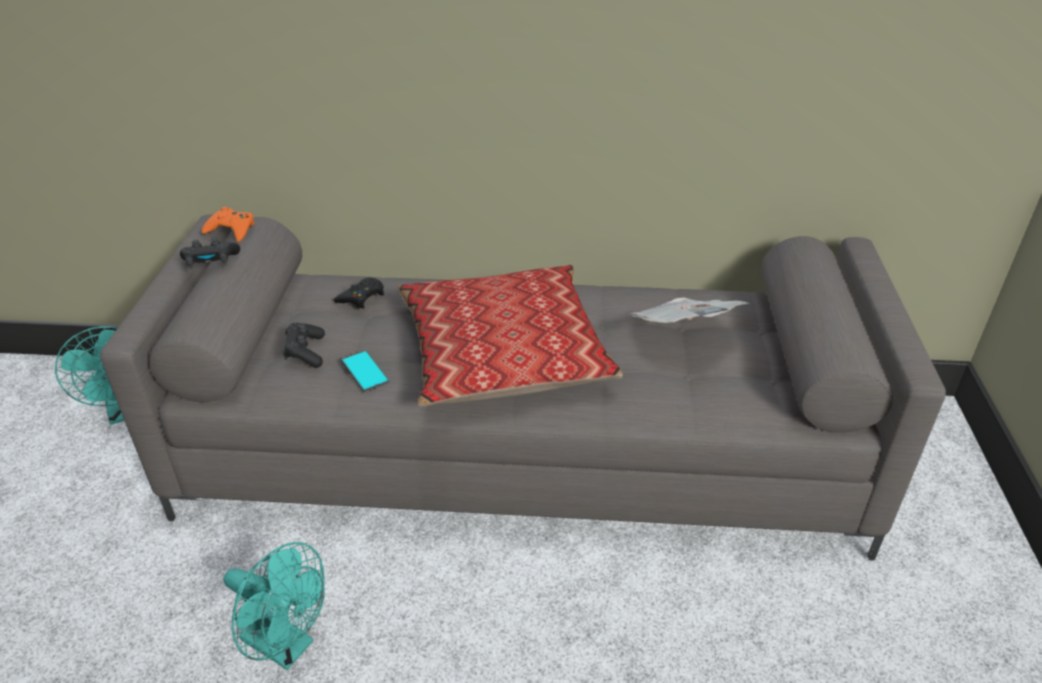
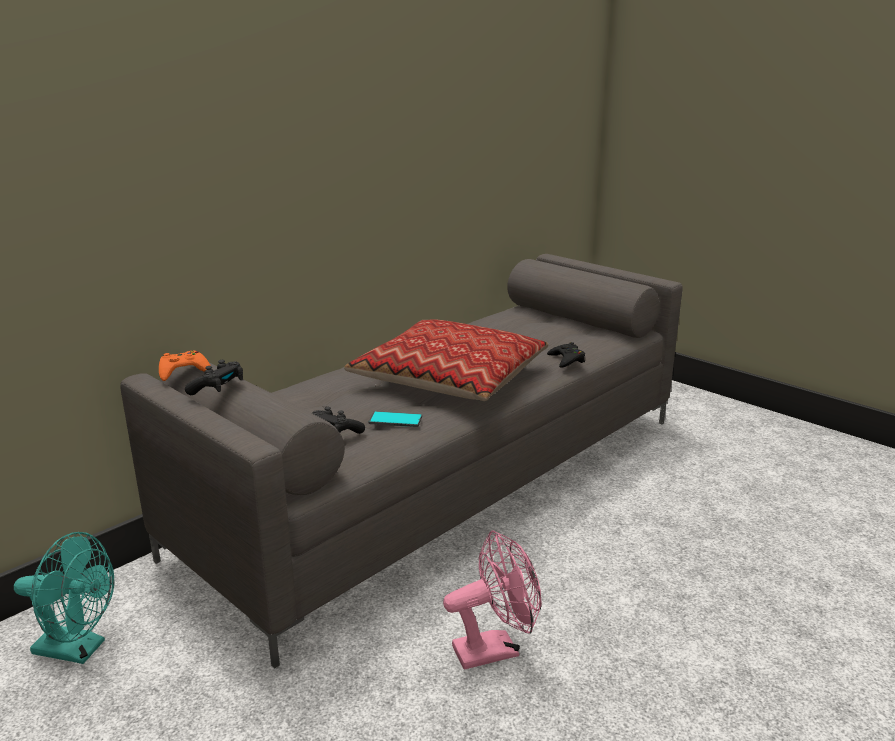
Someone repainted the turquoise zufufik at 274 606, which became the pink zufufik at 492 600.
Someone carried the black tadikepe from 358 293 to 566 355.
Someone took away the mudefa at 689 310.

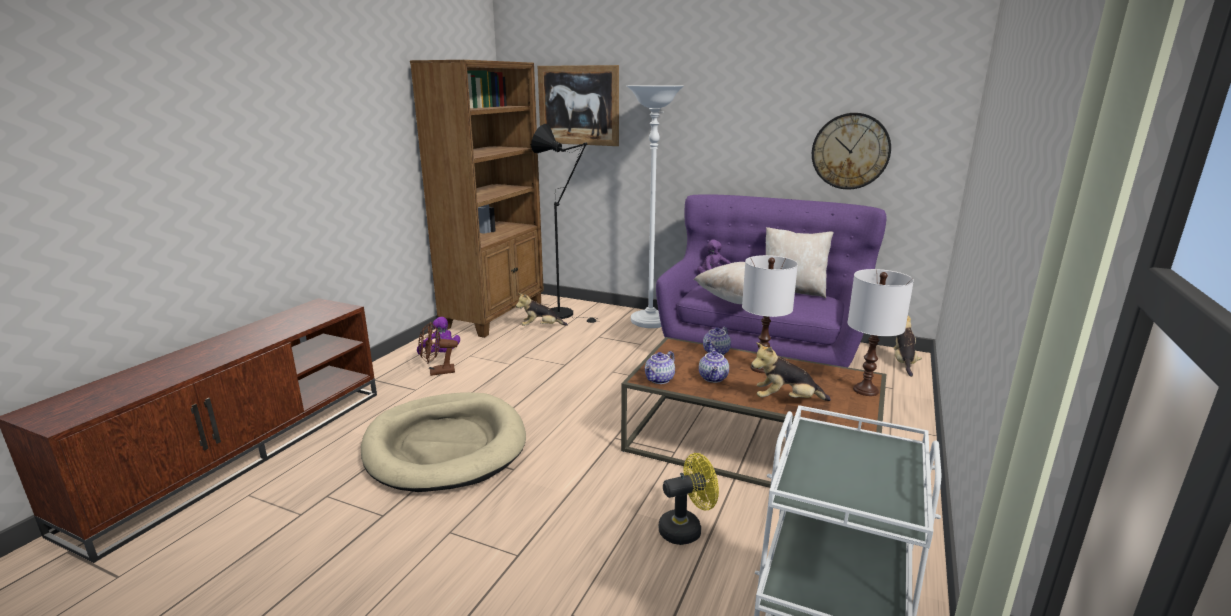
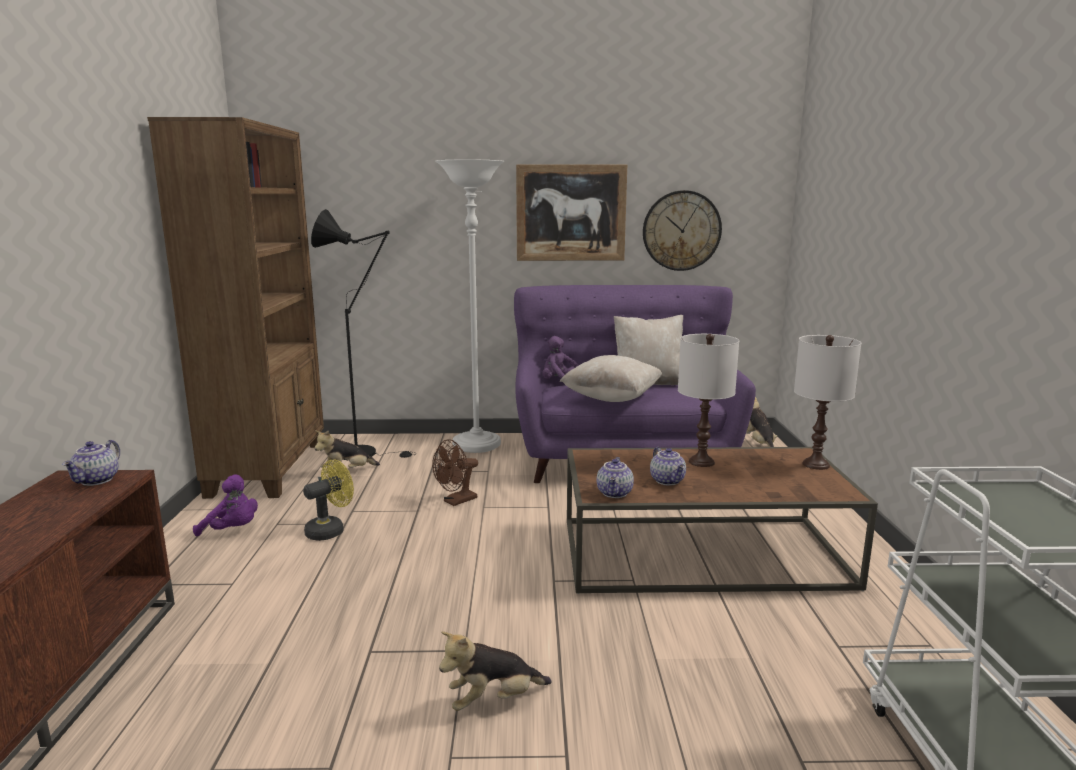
Someone took away the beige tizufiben at 443 442.
Someone carried the brown zufufik from 438 349 to 455 472.
Someone carried the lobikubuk from 578 105 to 571 213.
Someone carried the yellow zufufik from 689 499 to 328 500.
Someone carried the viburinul from 717 341 to 91 463.
Someone carried the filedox from 791 371 to 495 671.

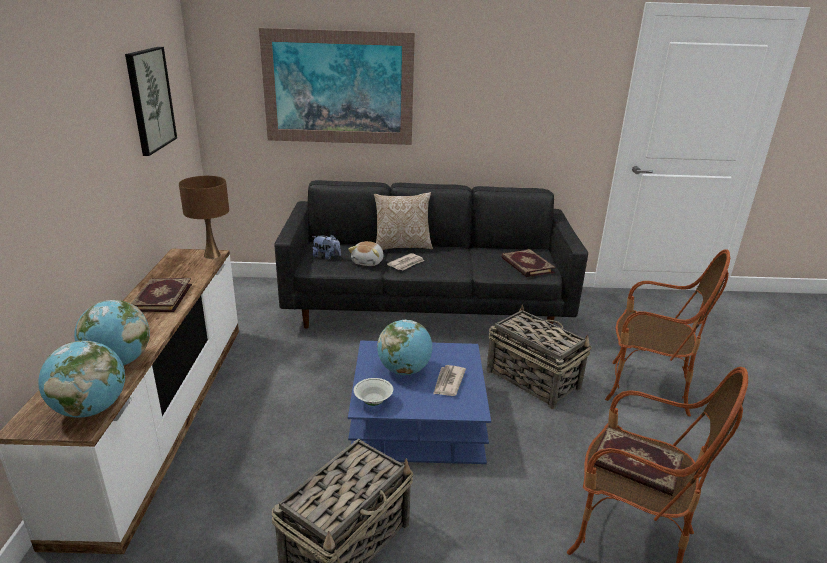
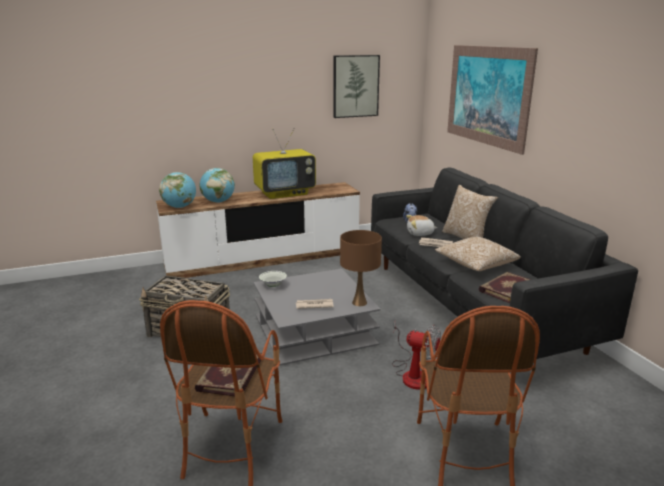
Someone swapped the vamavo at 161 295 for the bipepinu at 284 163.
Someone carried the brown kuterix from 204 217 to 361 268.
Someone repainted the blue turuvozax at 419 402, which became the grey turuvozax at 317 317.
Someone took away the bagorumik at 404 347.
Someone swapped the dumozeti at 539 356 for the zufufik at 416 355.
Someone put down the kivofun at 478 254.

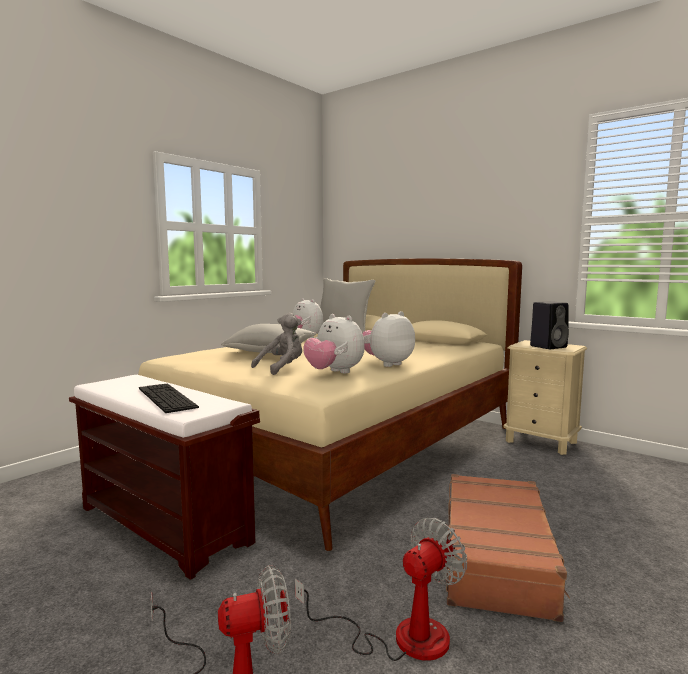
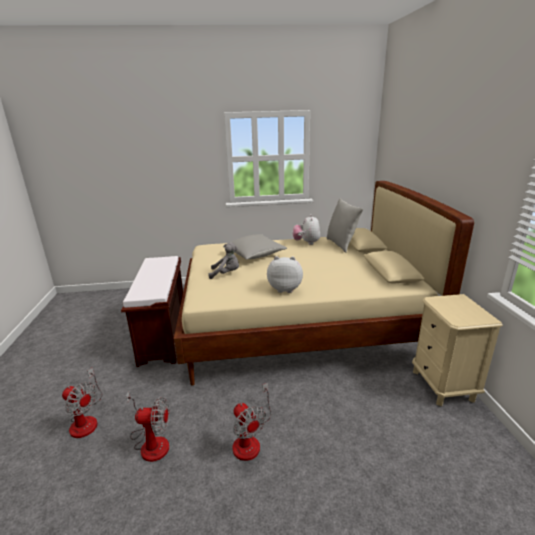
Someone took away the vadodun at 169 398.
Someone took away the filedox at 334 343.
Someone swapped the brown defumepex at 508 548 for the zufufik at 252 421.
Someone took away the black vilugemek at 549 325.

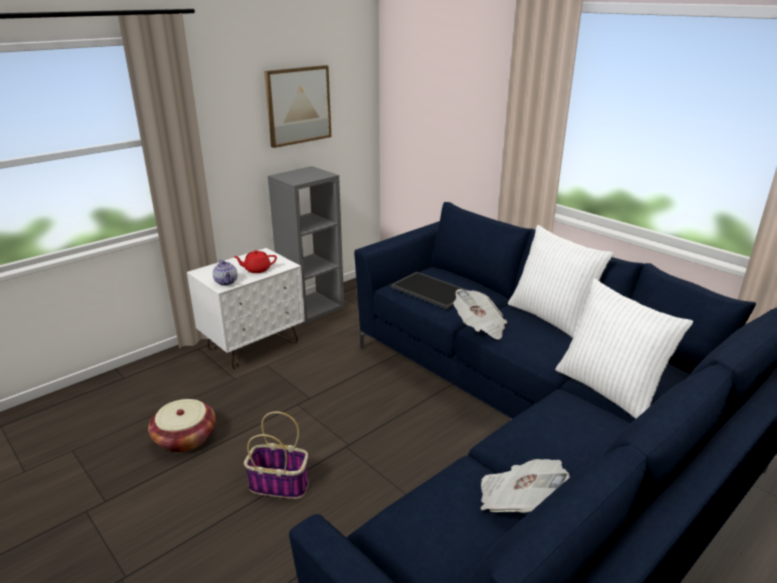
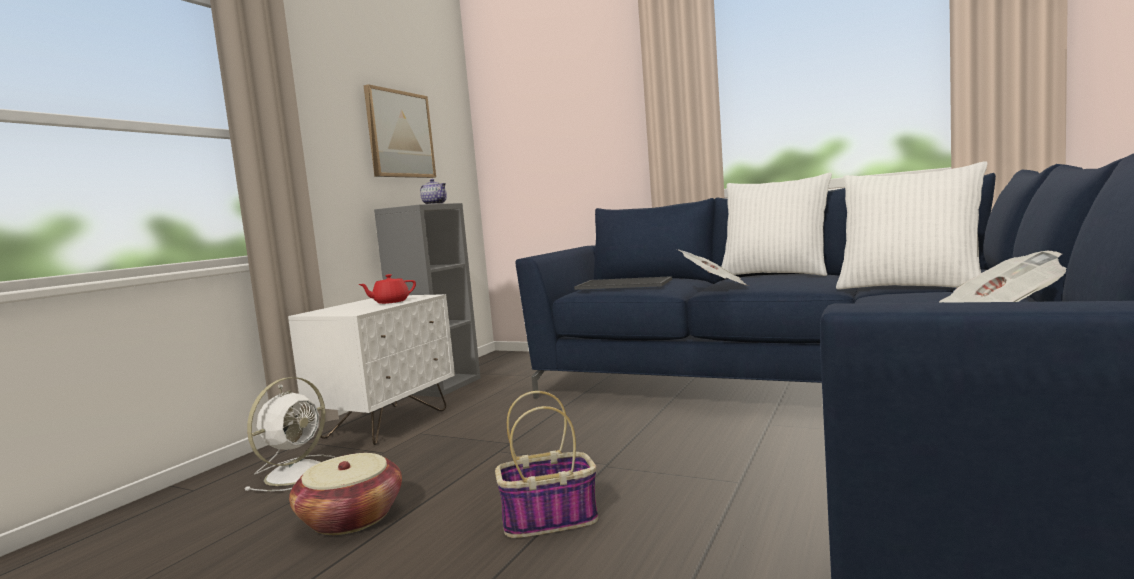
Someone carried the viburinul from 225 272 to 433 191.
Someone put down the white zufufik at 290 434.

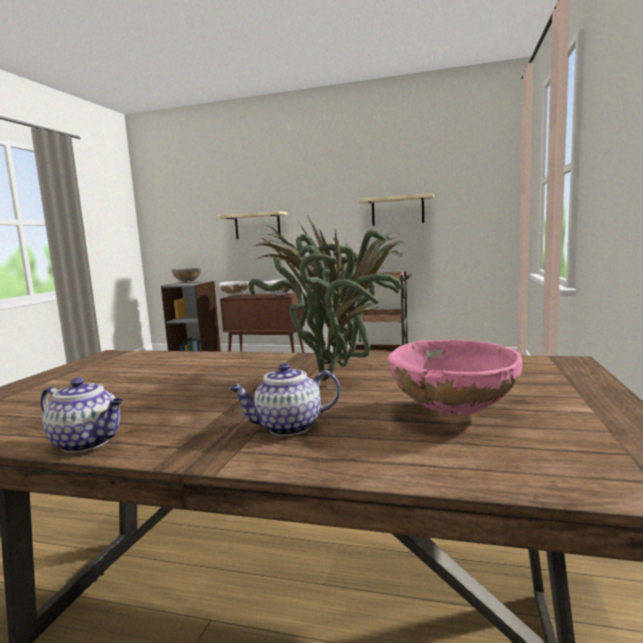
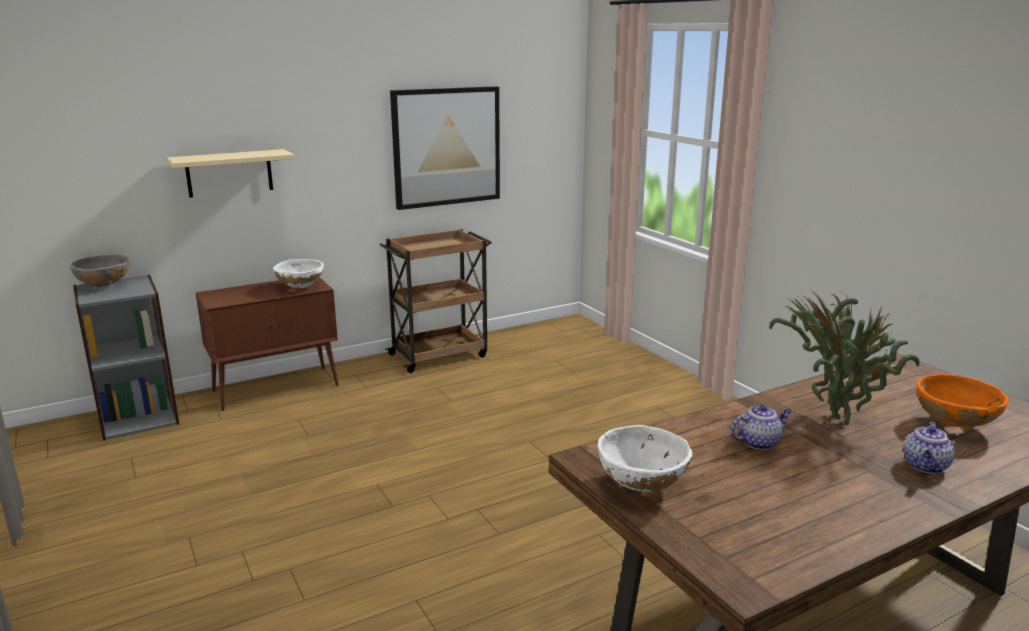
Someone carried the viburinul from 82 415 to 761 427.
Someone carried the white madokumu from 234 289 to 645 458.
Someone swapped the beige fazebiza at 396 209 for the lobikubuk at 445 148.
Someone repainted the pink madokumu at 455 377, which became the orange madokumu at 962 400.

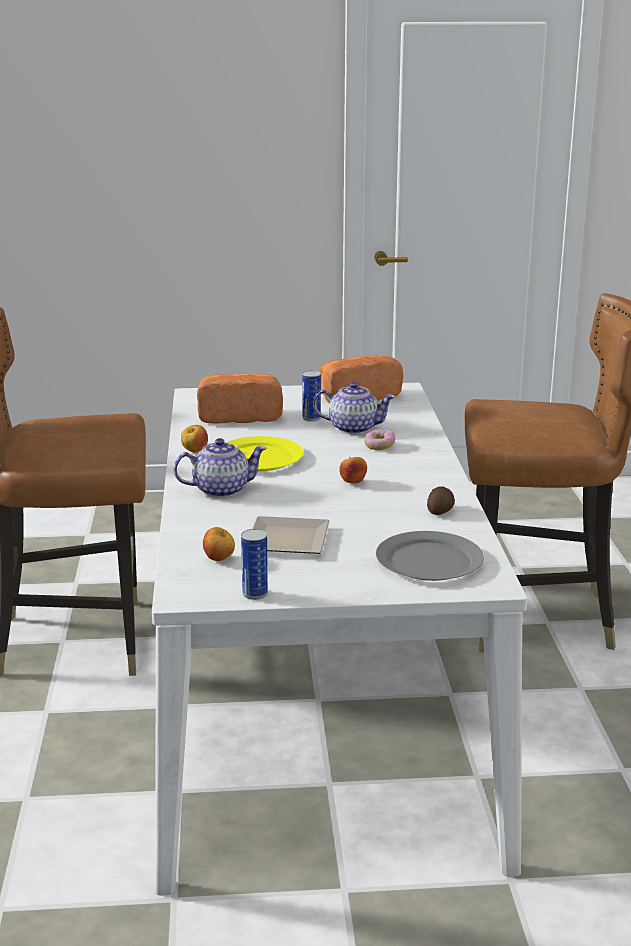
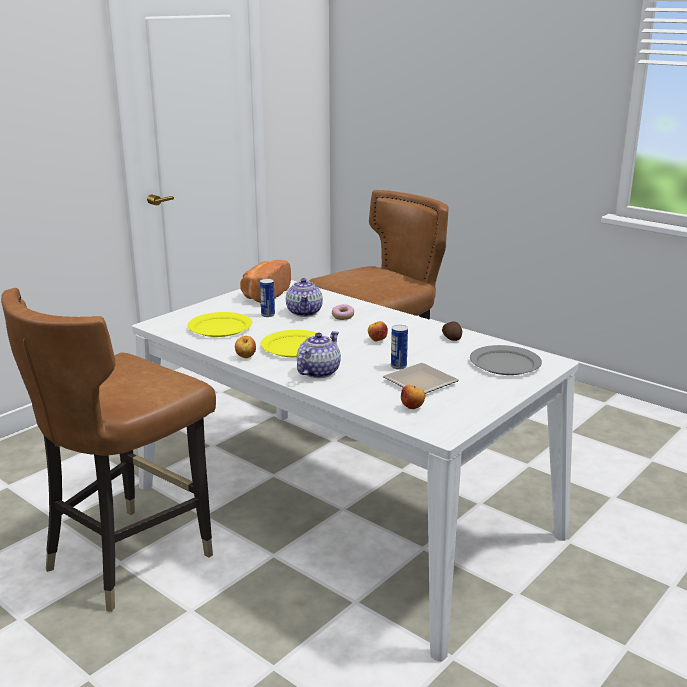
Someone swapped the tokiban at 240 399 for the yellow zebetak at 220 324.
Someone carried the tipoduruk from 254 564 to 399 347.
Someone rotated the viburinul at 354 408 by 120 degrees clockwise.

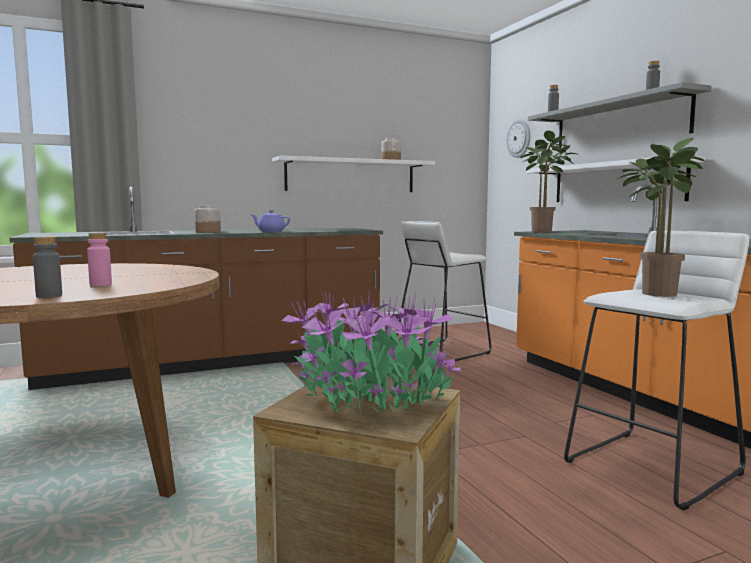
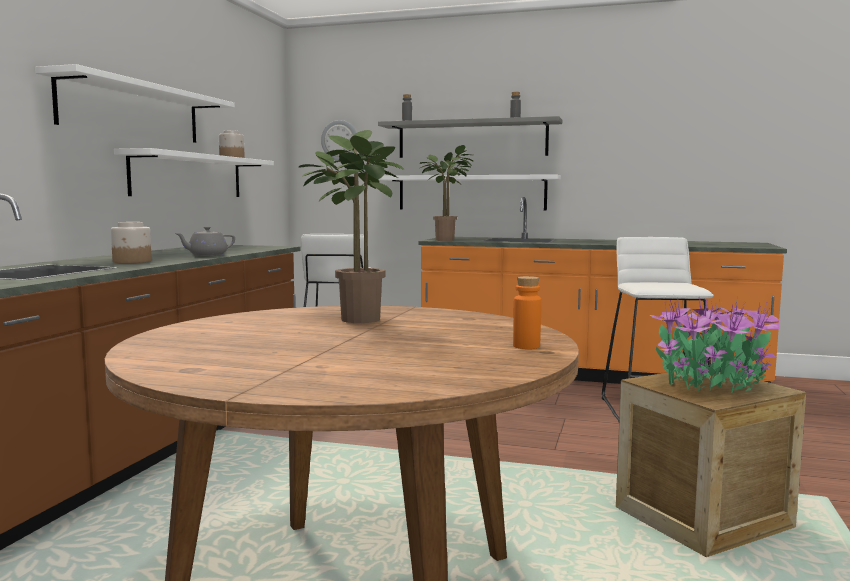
Someone repainted the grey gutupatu at 47 267, which became the orange gutupatu at 527 312.
Someone took away the pink gutupatu at 99 259.
Someone repainted the purple viburinul at 271 221, which became the grey viburinul at 204 241.
Someone carried the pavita from 661 217 to 351 226.
Someone put up the white fazebiza at 135 103.

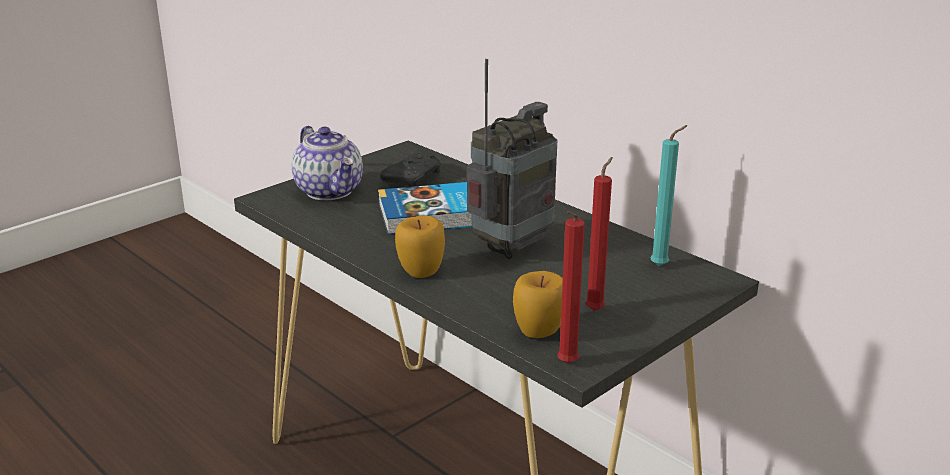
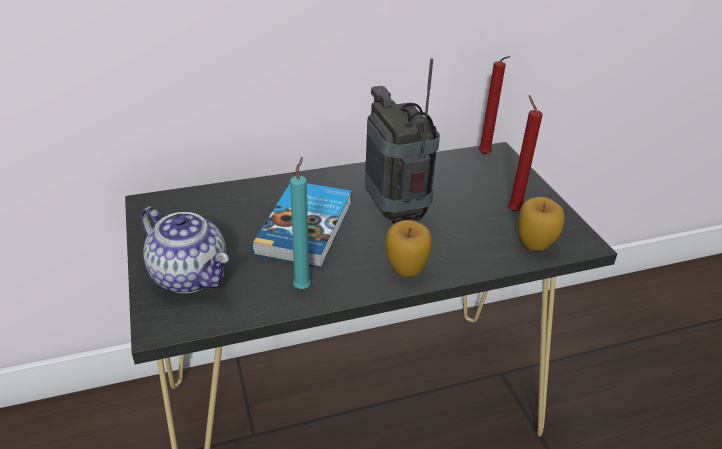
Someone rotated the viburinul at 327 163 by 45 degrees clockwise.
Someone took away the black tadikepe at 410 168.
Someone carried the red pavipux from 571 287 to 494 105.
Someone carried the turquoise pavipux from 669 195 to 300 223.

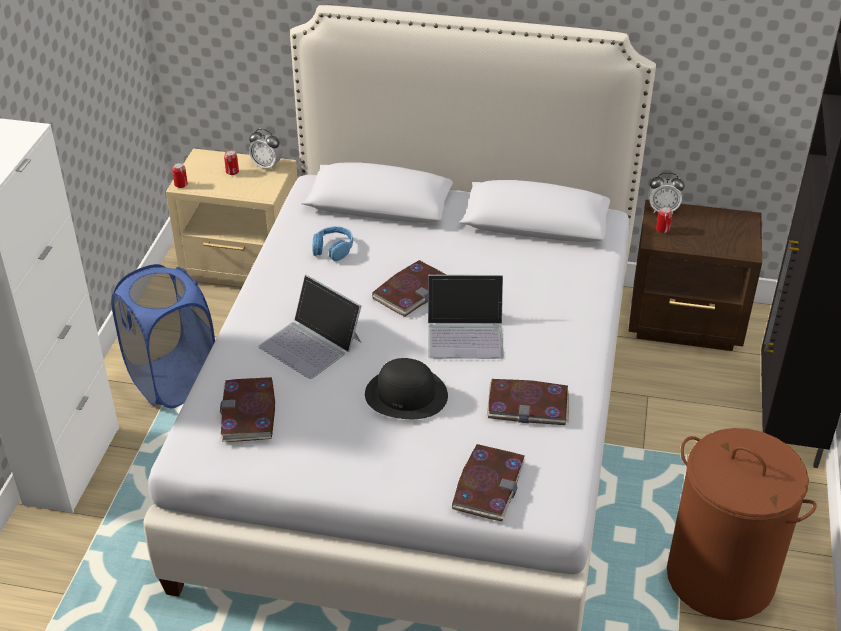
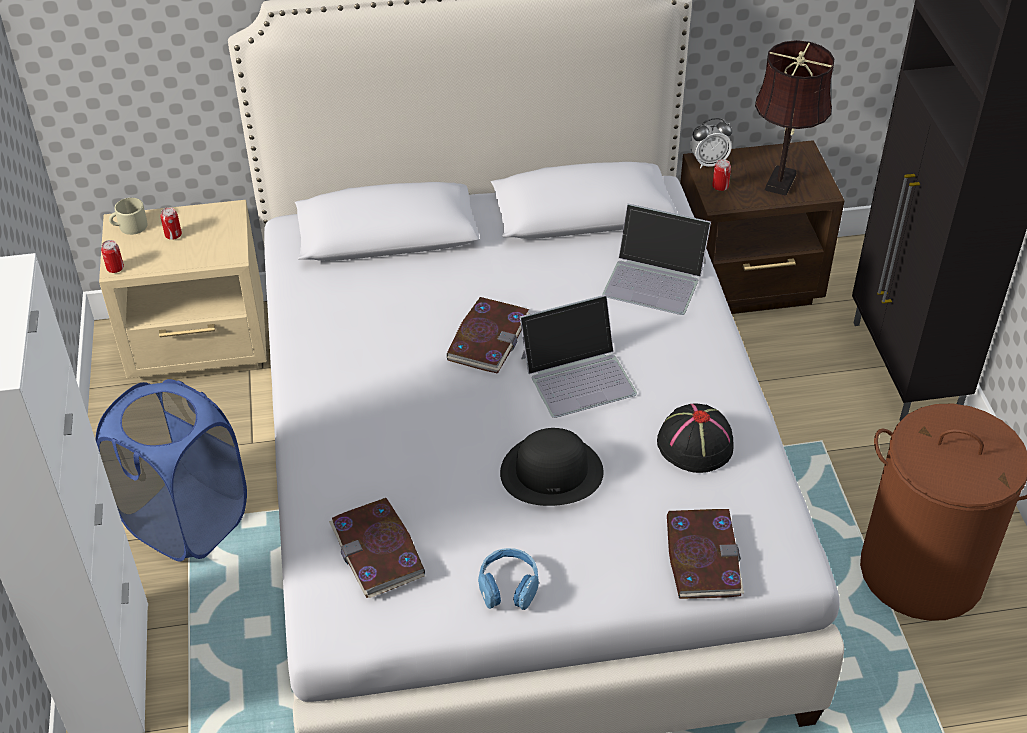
Someone took away the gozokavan at 265 150.
Someone carried the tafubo from 310 327 to 656 259.
Someone carried the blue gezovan from 332 243 to 508 579.
Someone swapped the vamavo at 528 402 for the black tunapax at 695 438.
Someone put down the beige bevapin at 128 216.
Someone put down the brown kuterix at 794 118.

